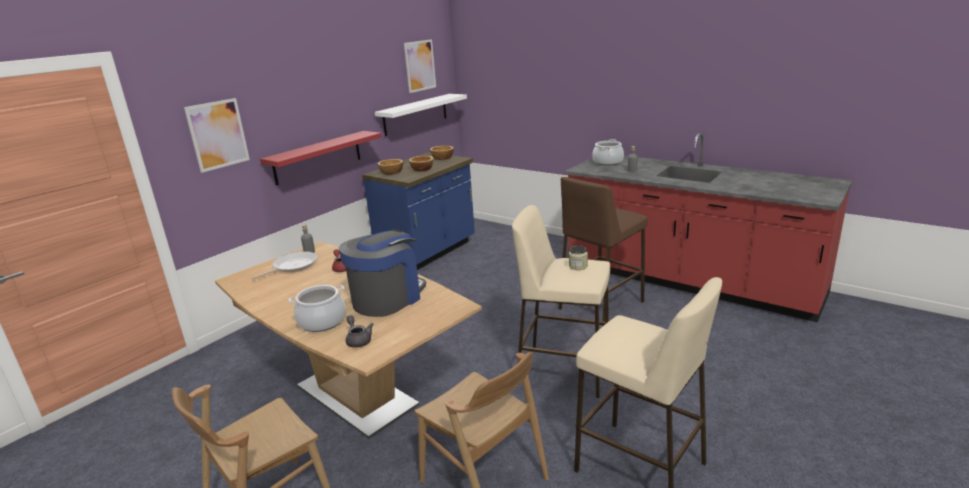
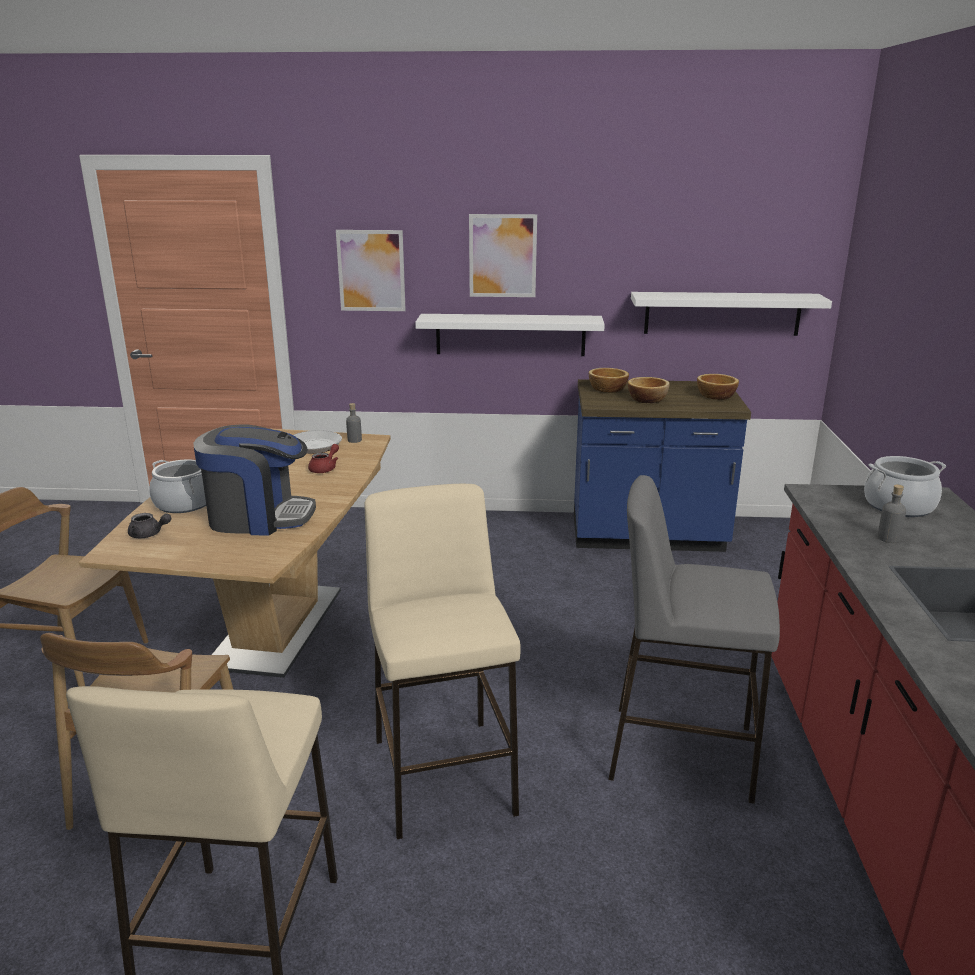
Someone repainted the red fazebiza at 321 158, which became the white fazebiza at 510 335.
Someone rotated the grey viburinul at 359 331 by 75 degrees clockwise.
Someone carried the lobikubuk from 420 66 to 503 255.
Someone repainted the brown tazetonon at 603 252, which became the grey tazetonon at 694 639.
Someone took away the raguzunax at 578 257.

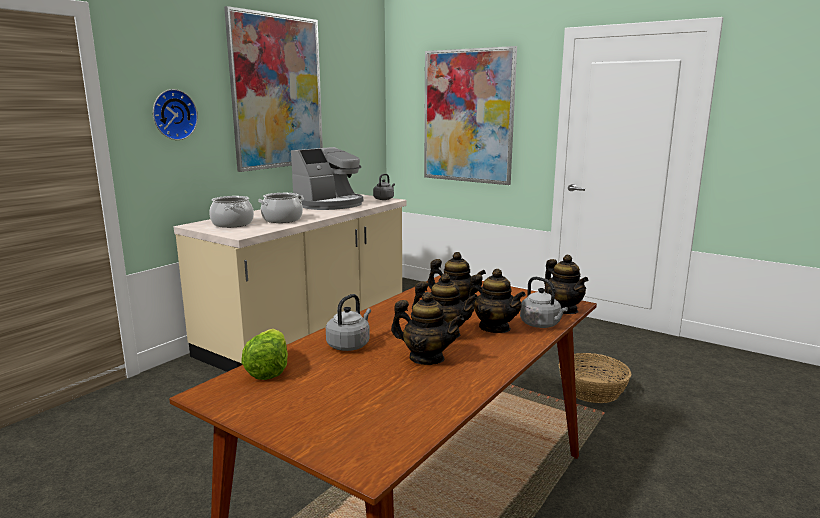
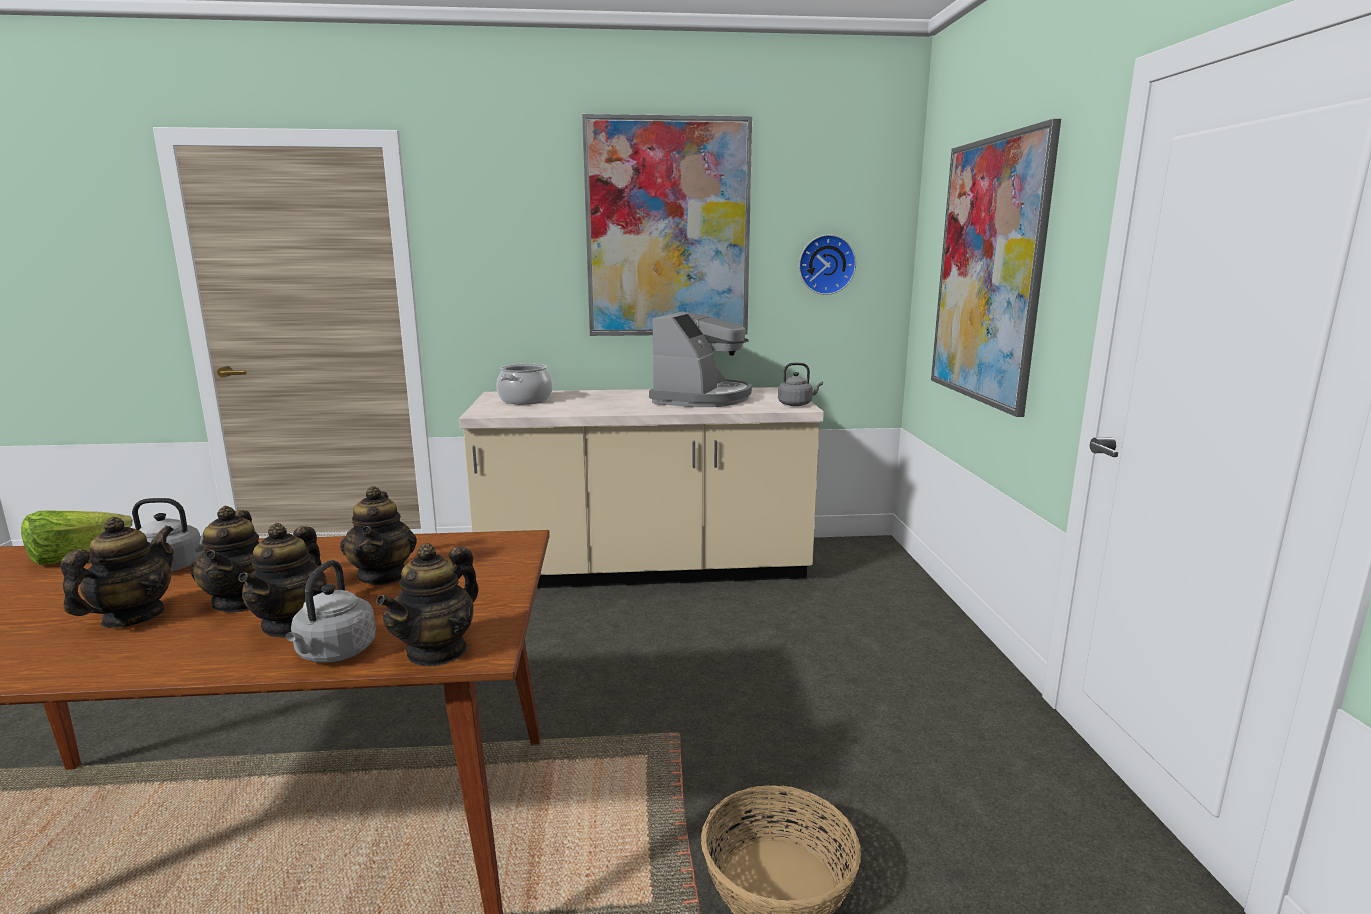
Someone carried the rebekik from 175 114 to 827 264.
Someone took away the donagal at 281 208.
Someone rotated the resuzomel at 327 178 by 75 degrees counterclockwise.
Someone rotated the viburinul at 427 328 by 150 degrees counterclockwise.

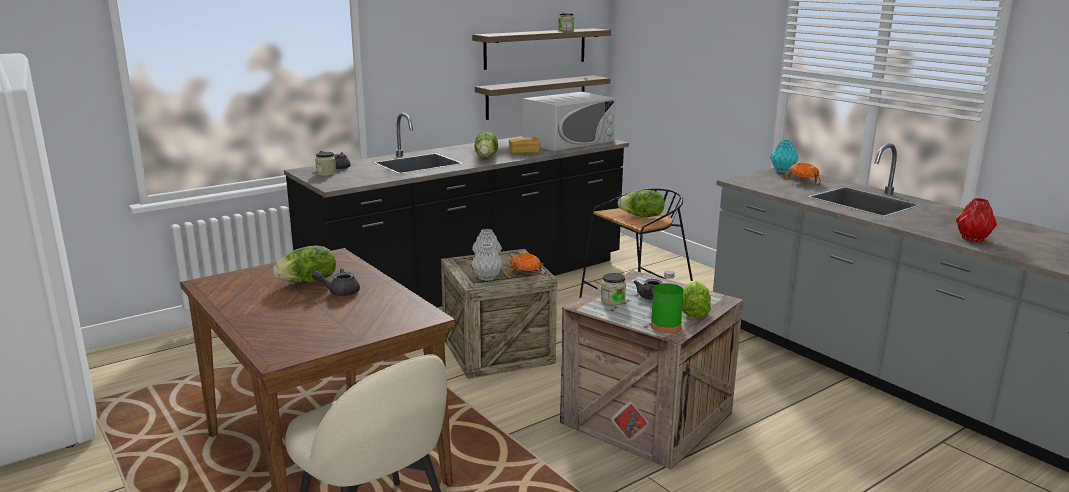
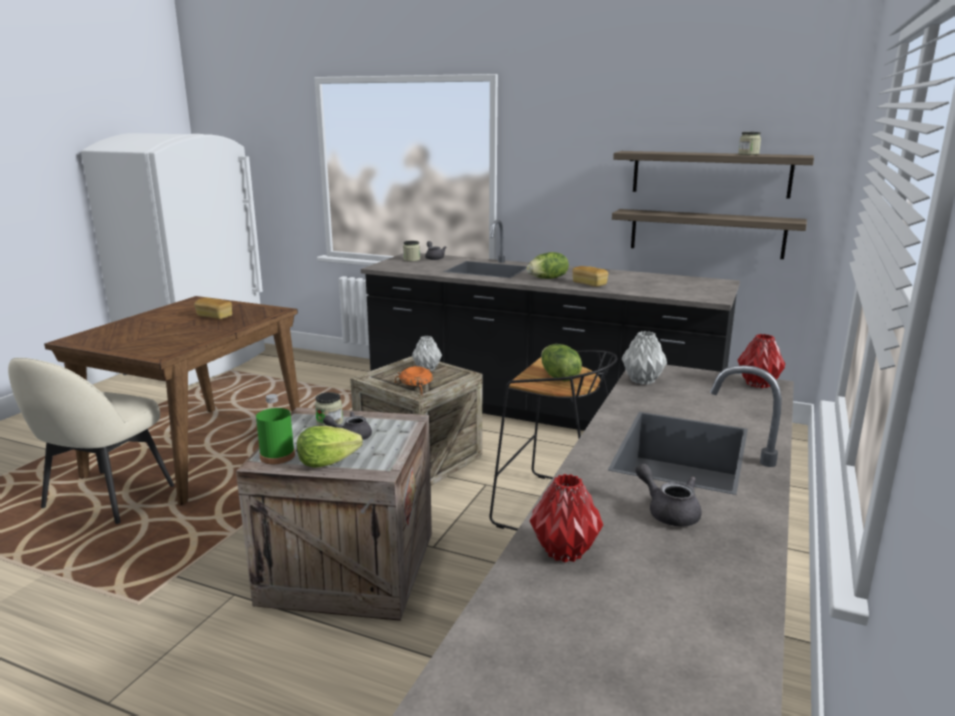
Someone swapped the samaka at 304 264 for the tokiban at 213 308.
Someone carried the grey viburinul from 336 282 to 669 495.
Someone carried the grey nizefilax from 487 262 to 644 358.
Someone took away the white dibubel at 569 121.
Someone repainted the turquoise nizefilax at 784 156, which became the red nizefilax at 761 361.
Someone took away the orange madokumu at 802 174.

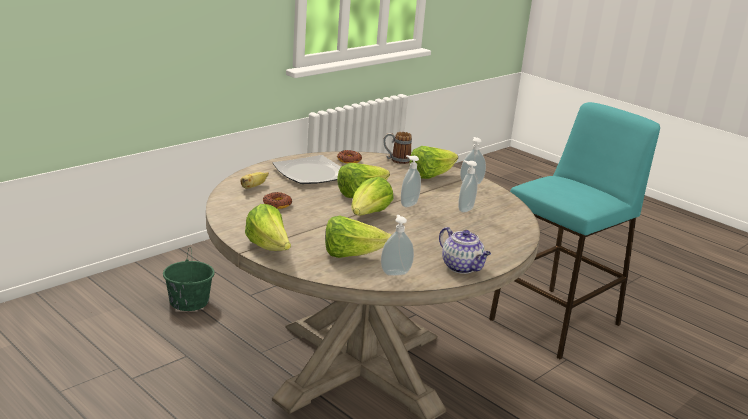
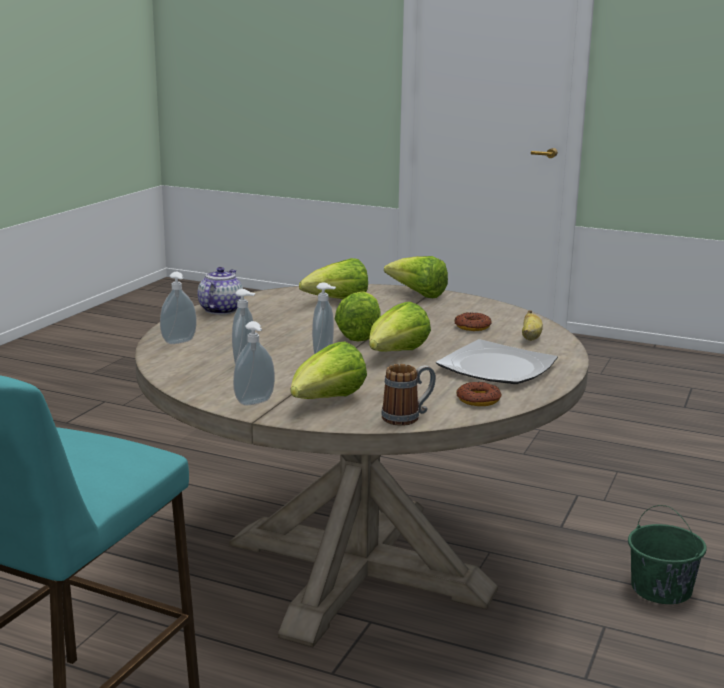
Someone carried the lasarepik from 397 245 to 178 308.
Someone rotated the viburinul at 465 250 by 75 degrees clockwise.

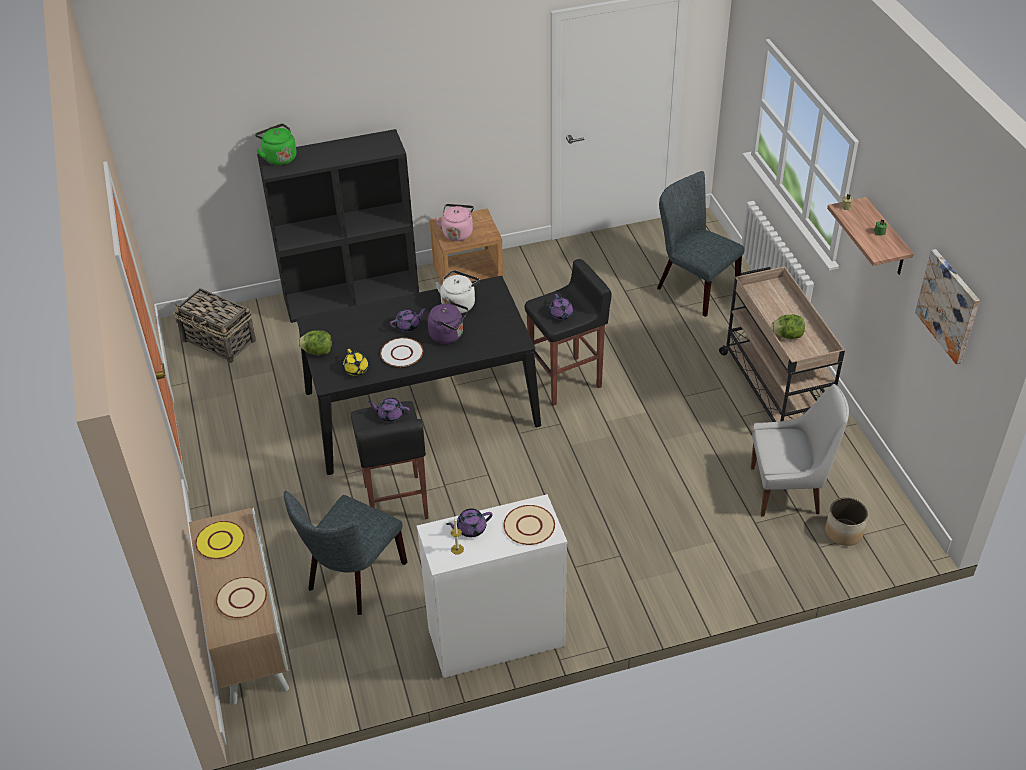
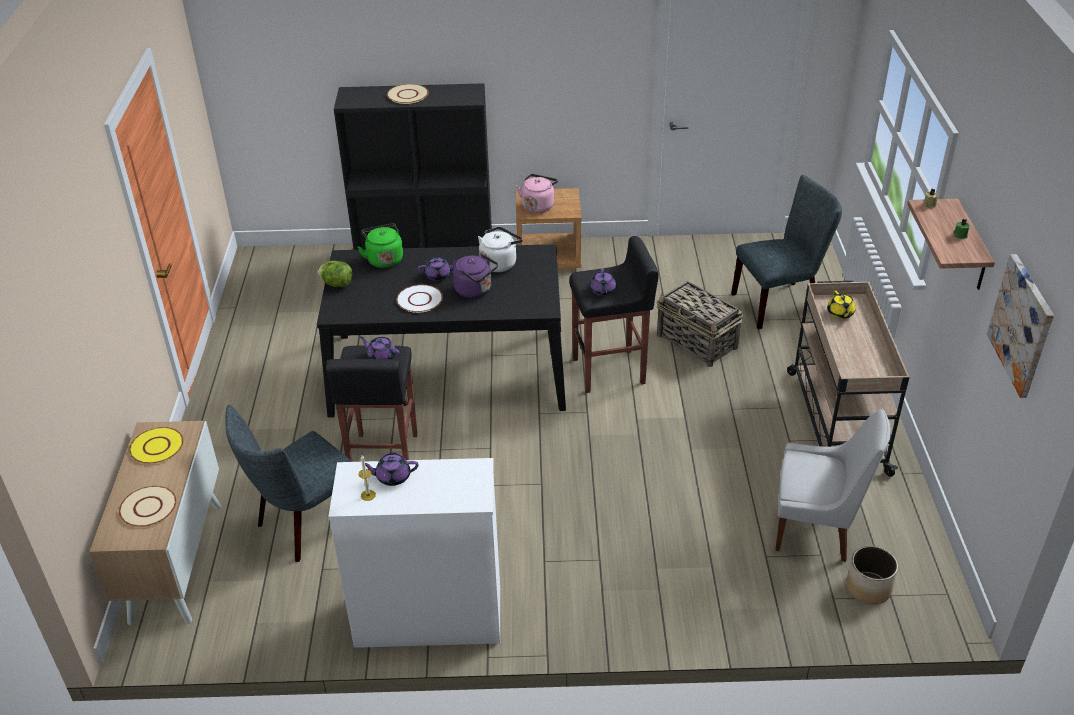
Someone carried the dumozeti from 214 325 to 699 324.
Someone carried the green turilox from 276 144 to 380 245.
Someone carried the yellow viburinul from 355 362 to 841 304.
Someone carried the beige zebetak from 529 525 to 408 94.
Someone rotated the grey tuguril at 701 244 by 105 degrees clockwise.
Someone took away the samaka at 788 326.

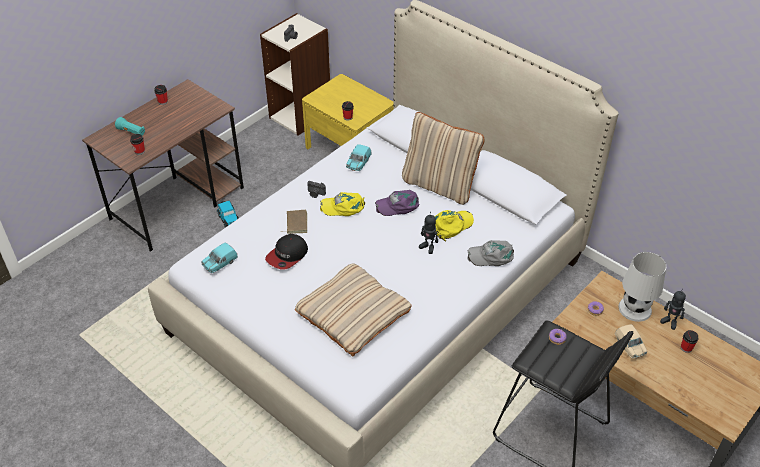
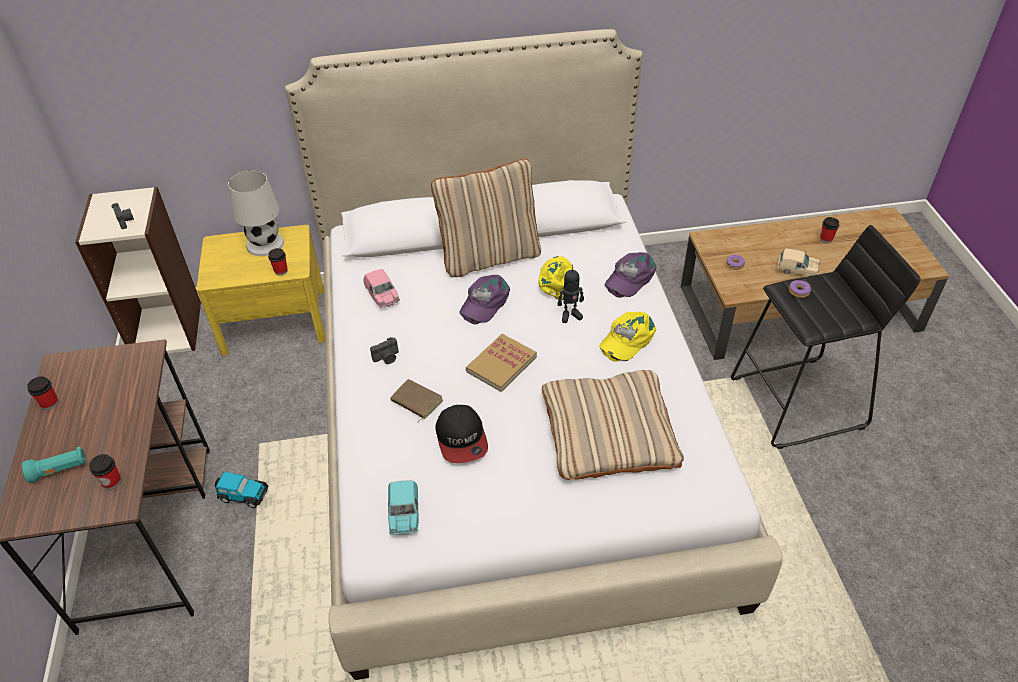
Someone carried the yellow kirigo from 342 204 to 628 337.
Someone repainted the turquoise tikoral at 358 157, which became the pink tikoral at 381 288.
Someone repainted the grey kirigo at 490 253, which became the purple kirigo at 631 275.
Someone carried the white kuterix from 642 287 to 256 213.
Someone took away the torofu at 673 309.
Someone put down the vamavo at 501 363.

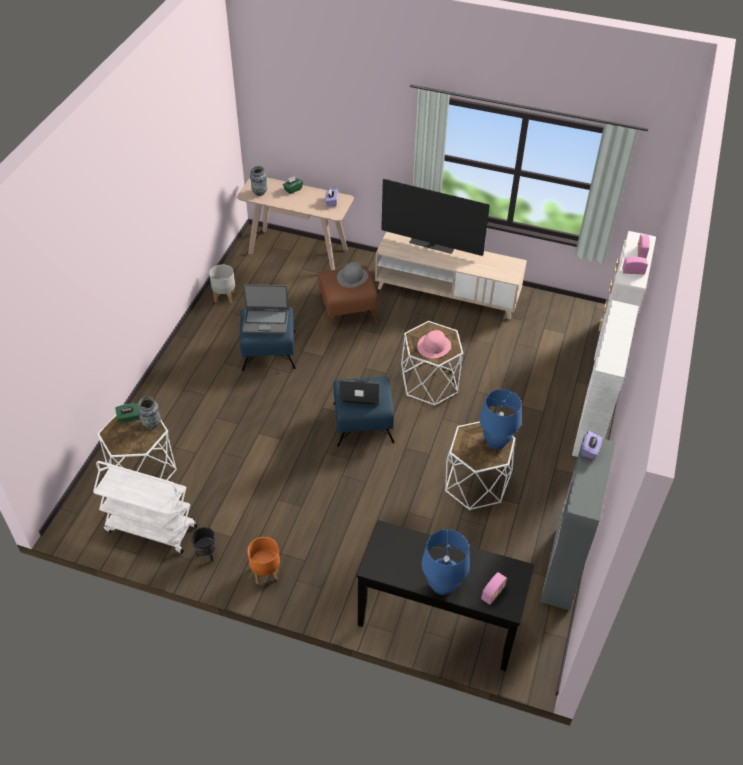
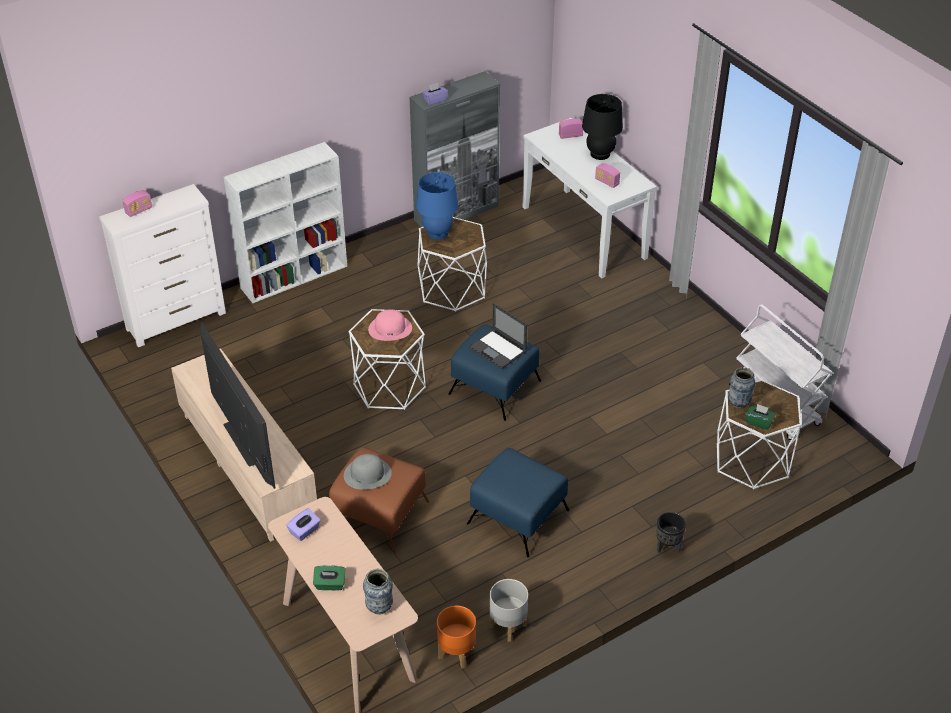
Someone carried the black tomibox from 203 544 to 671 532.
Someone took away the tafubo at 265 309.
Someone carried the orange tomibox from 263 560 to 456 637.
Someone repainted the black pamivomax at 445 595, which became the white pamivomax at 590 198.
Someone repainted the blue kuterix at 446 562, which became the black kuterix at 602 127.
Someone carried the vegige from 635 266 to 607 175.

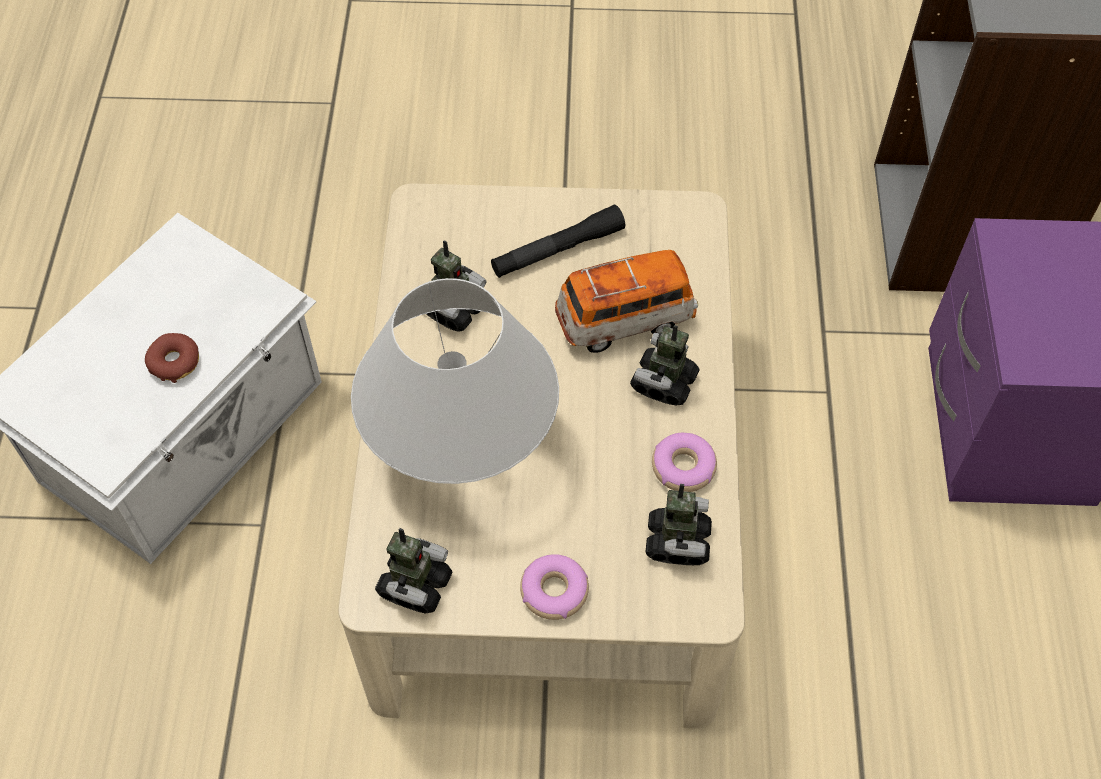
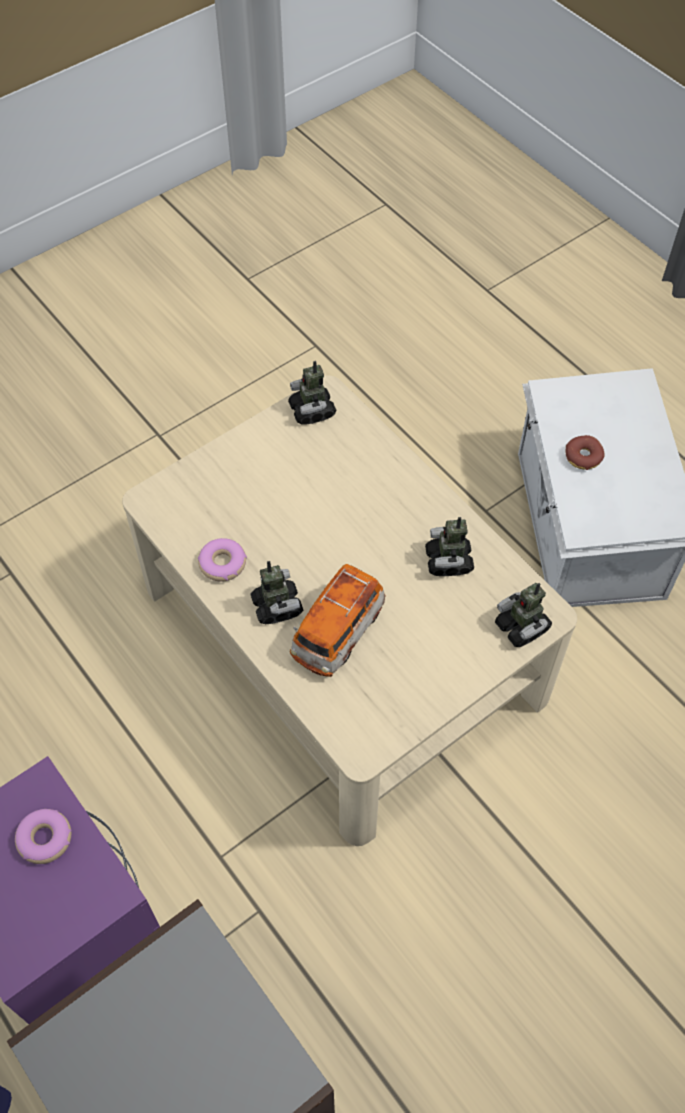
Someone took away the white kuterix at 455 381.
Someone took away the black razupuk at 558 241.
Someone carried the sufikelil from 554 587 to 43 836.
Someone carried the torofu from 679 524 to 523 615.

